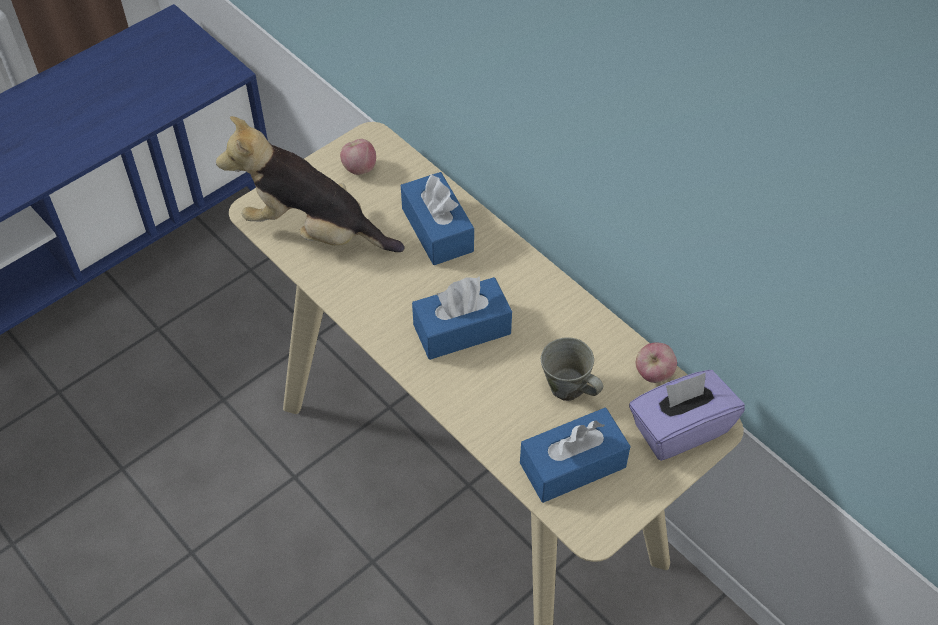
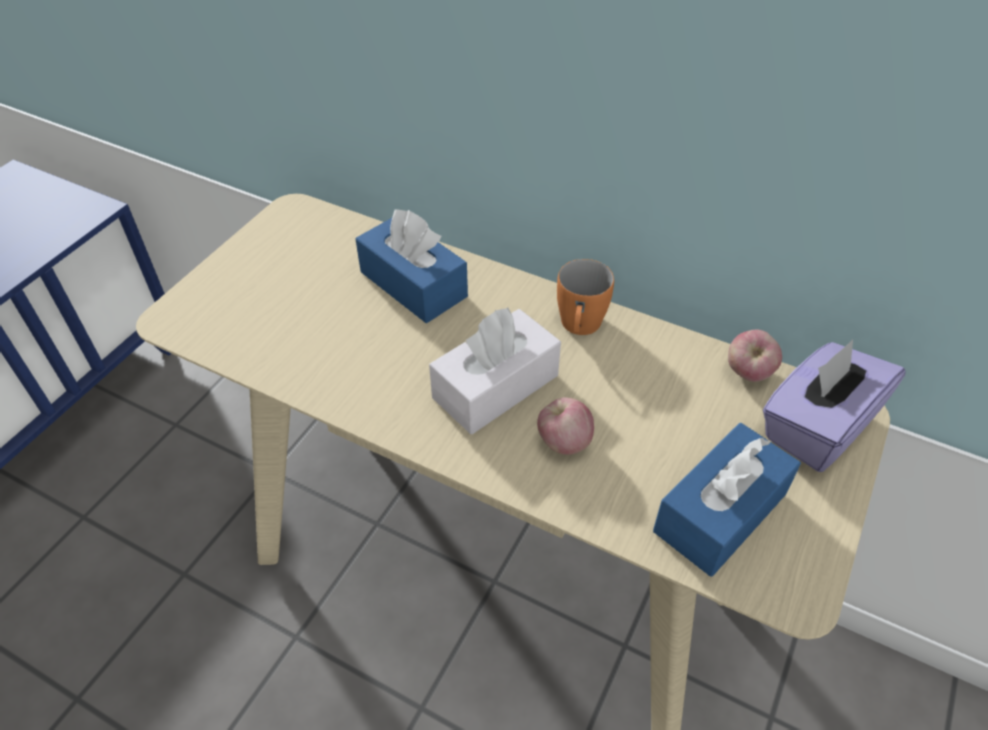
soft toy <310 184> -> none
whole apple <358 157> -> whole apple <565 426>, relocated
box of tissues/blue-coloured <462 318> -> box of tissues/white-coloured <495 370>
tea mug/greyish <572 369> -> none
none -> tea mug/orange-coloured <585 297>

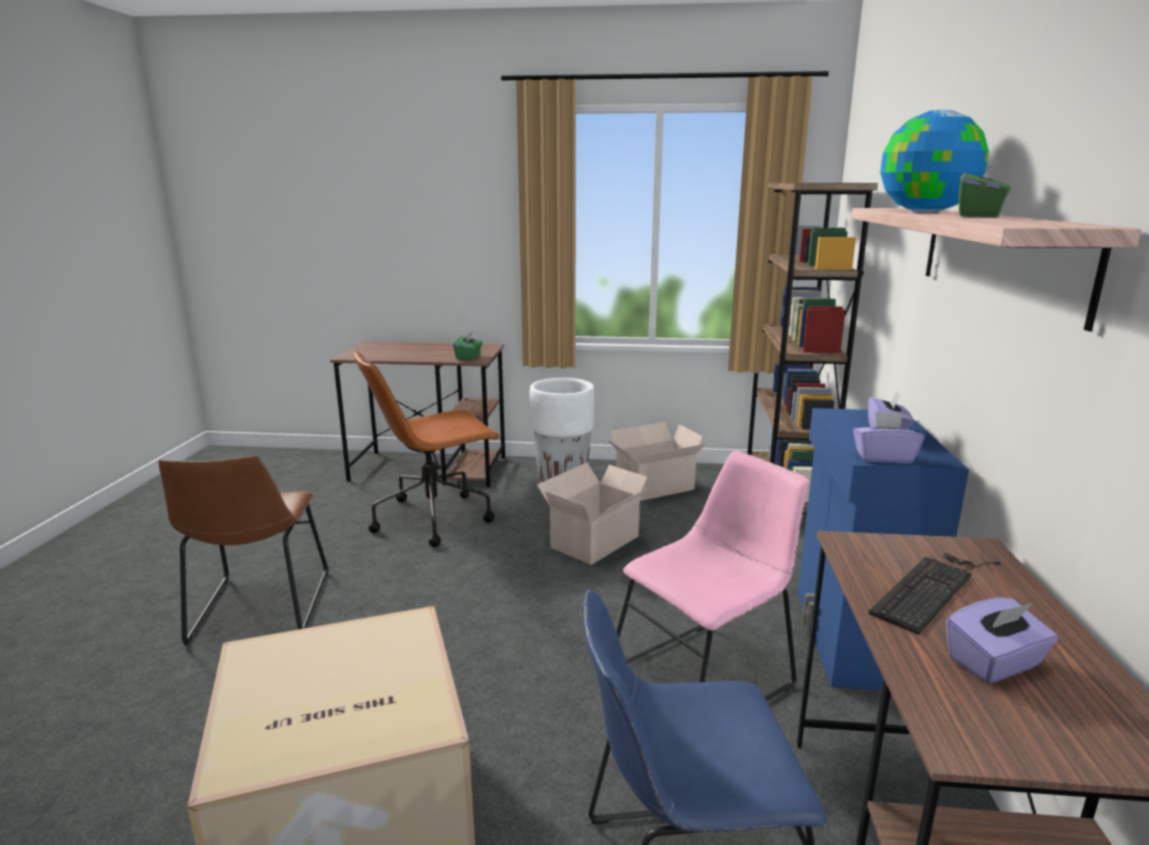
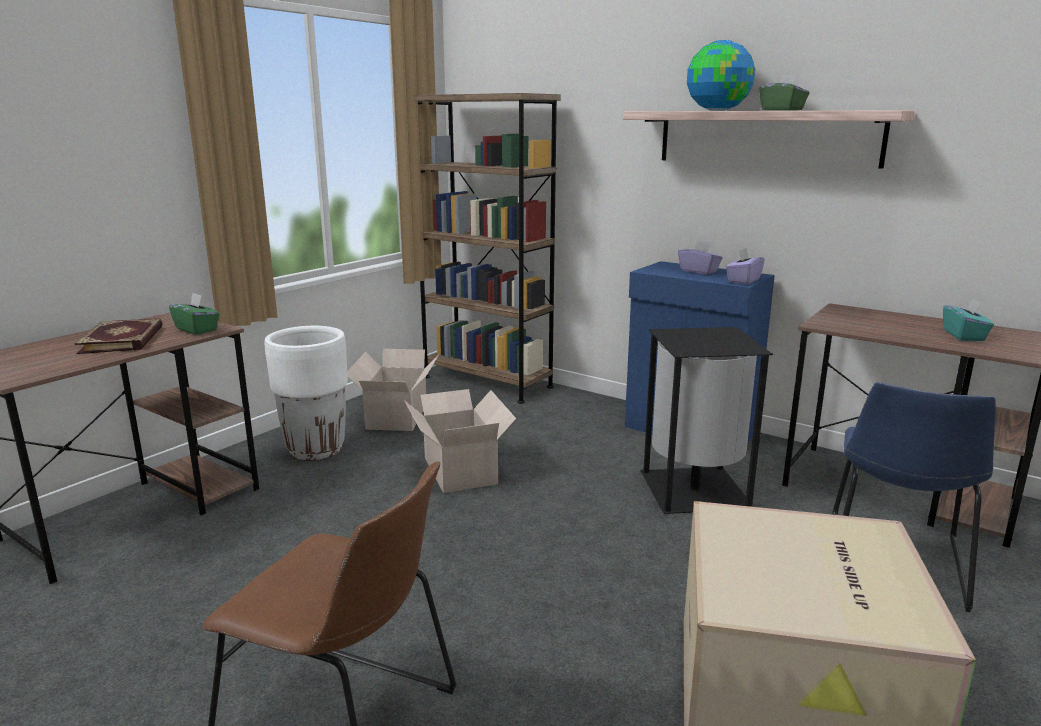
office chair/brown-coloured <427 448> -> none
chair/pink-coloured <712 575> -> trash can/blackish <707 420>
computer keyboard <935 594> -> none
box of tissues/purplish <1002 640> -> box of tissues/blue-green <968 320>
none -> bound book <119 336>

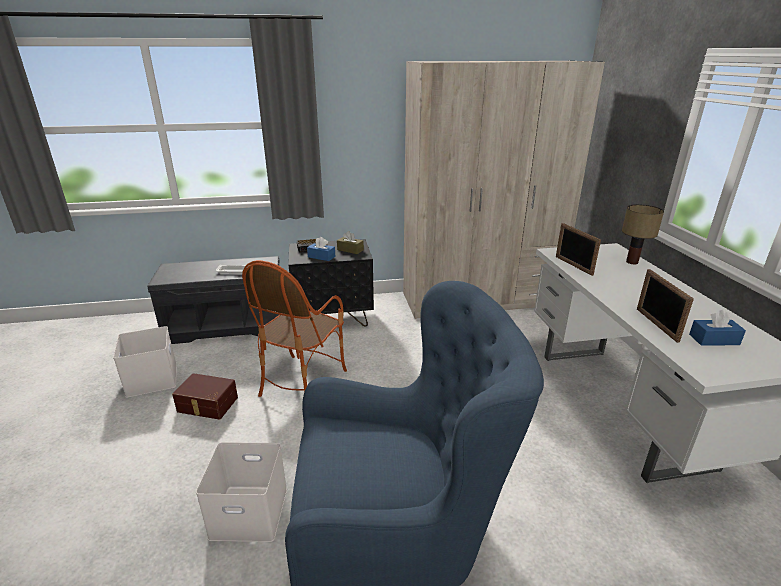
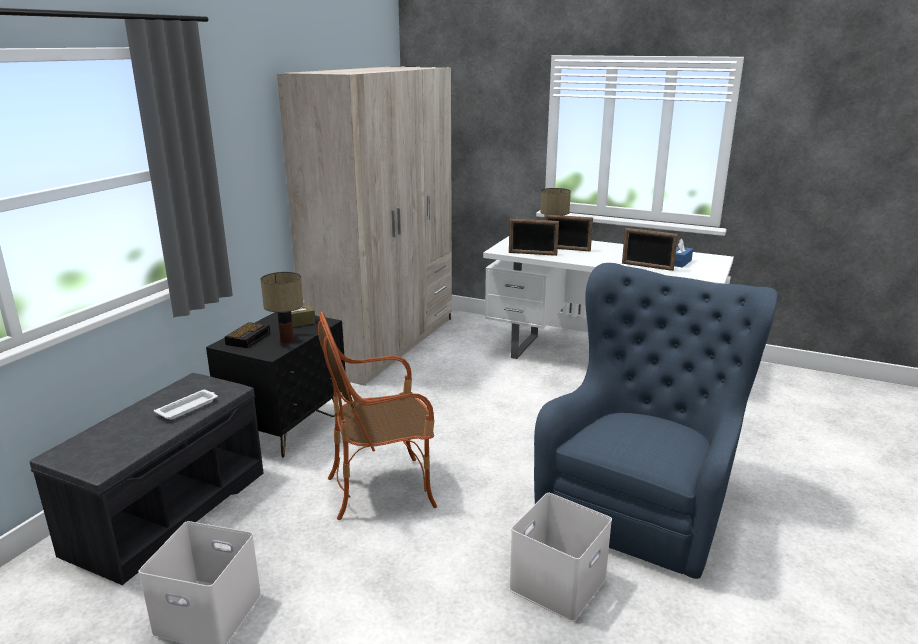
box of tissues/blue-coloured <321 249> -> lamp for a table <281 307>
armchair <294 328> -> armchair <377 416>, 105 degrees clockwise
storage container/brown-coloured <205 396> -> none
none -> standing frame <568 233>

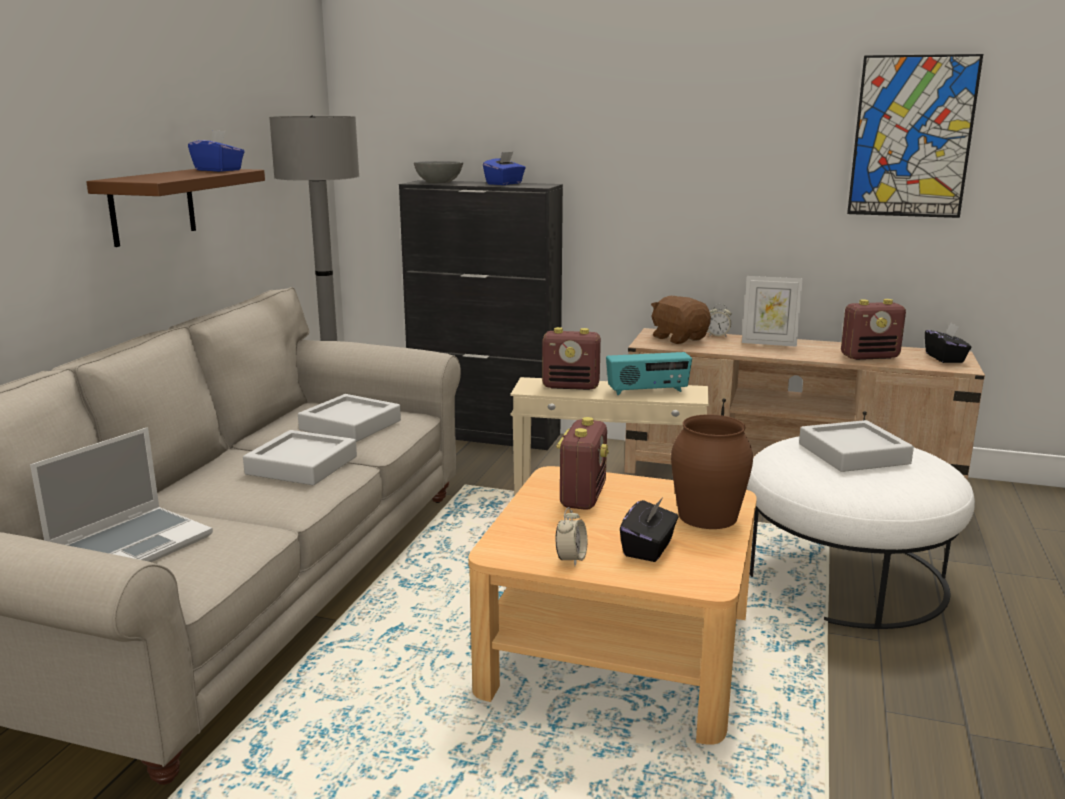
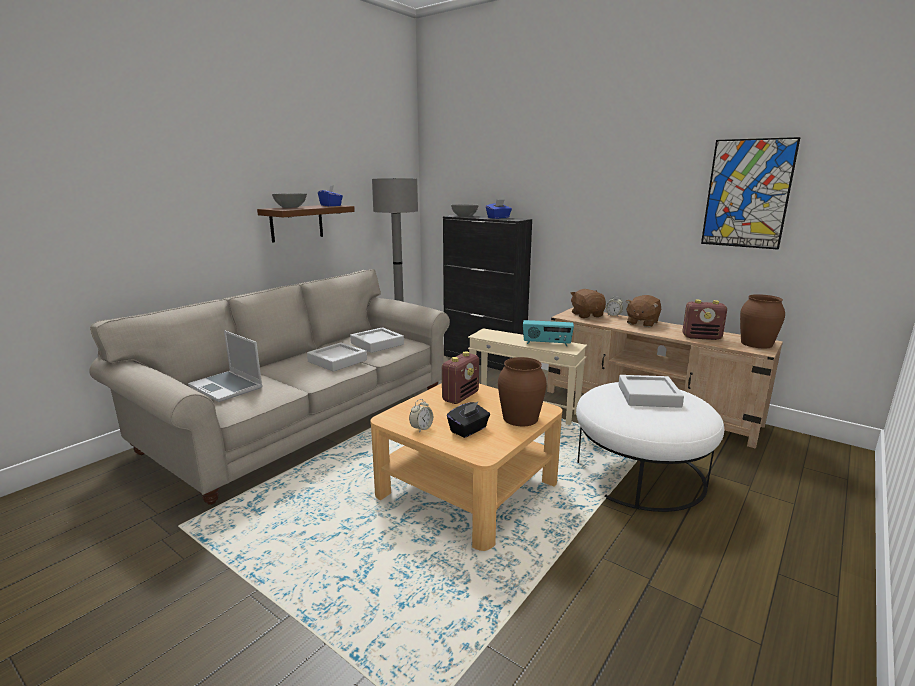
standing frame <772 311> -> soft toy/brown-coloured <643 311>
box of tissues/blackish <948 343> -> vase/brown-coloured <762 321>
radio set <571 358> -> none
notebook computer <121 494> -> notebook computer <225 366>, 75 degrees clockwise
none -> deep dish/greyish <289 200>

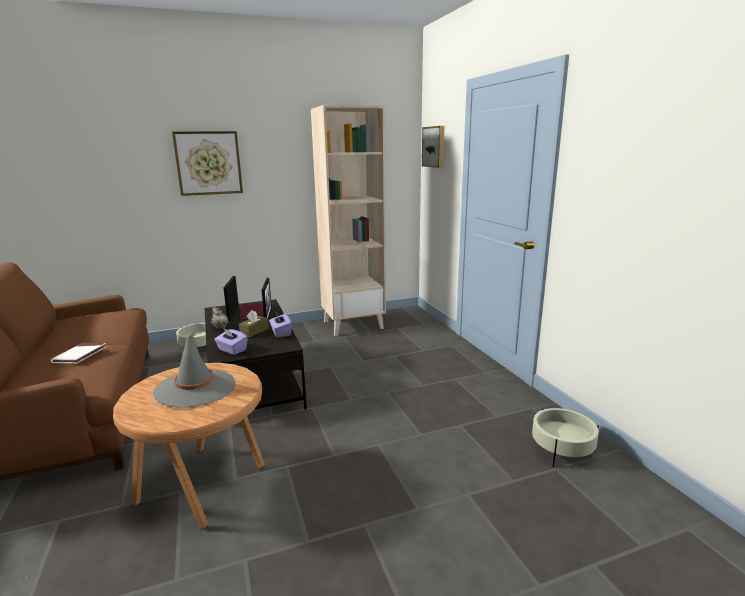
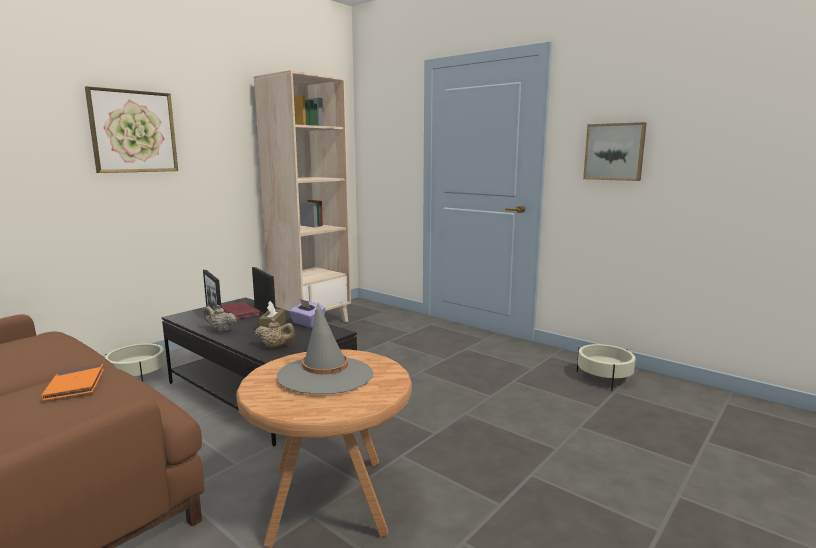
wall picture <433 147> -> wall picture <615 151>, relocated
box of tissues/purplish <231 342> -> tea pot/sand-coloured <275 333>
bound book/white-coloured <78 353> -> bound book/orange-coloured <72 382>

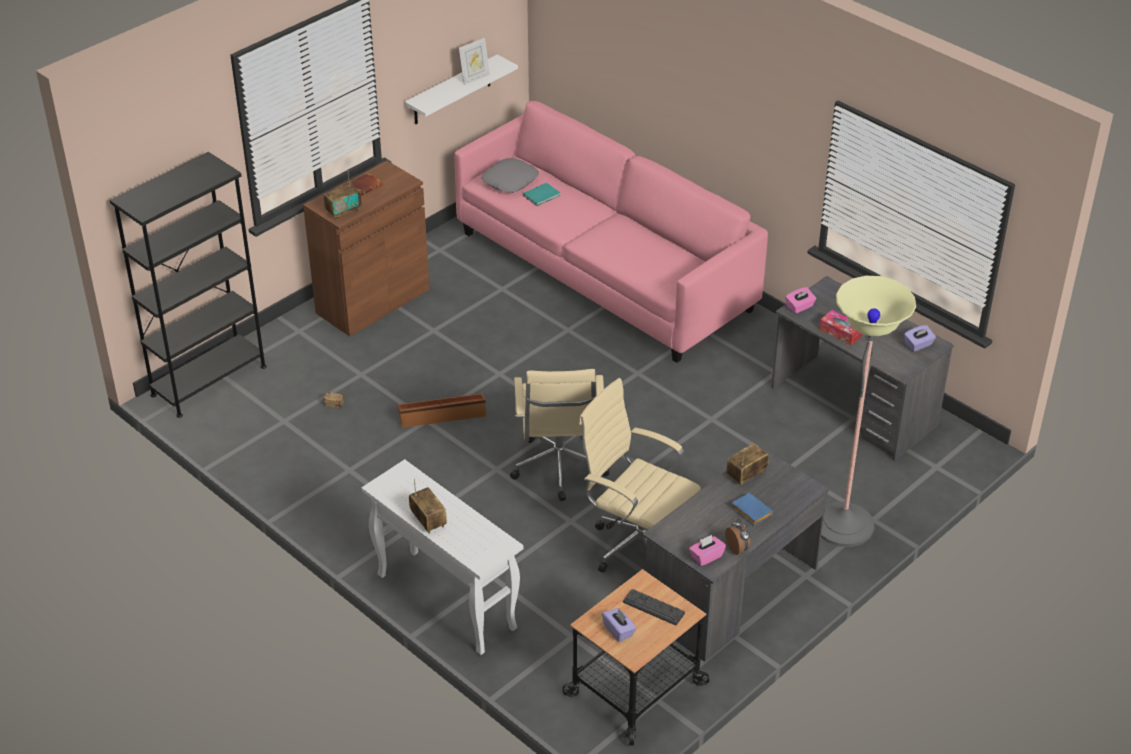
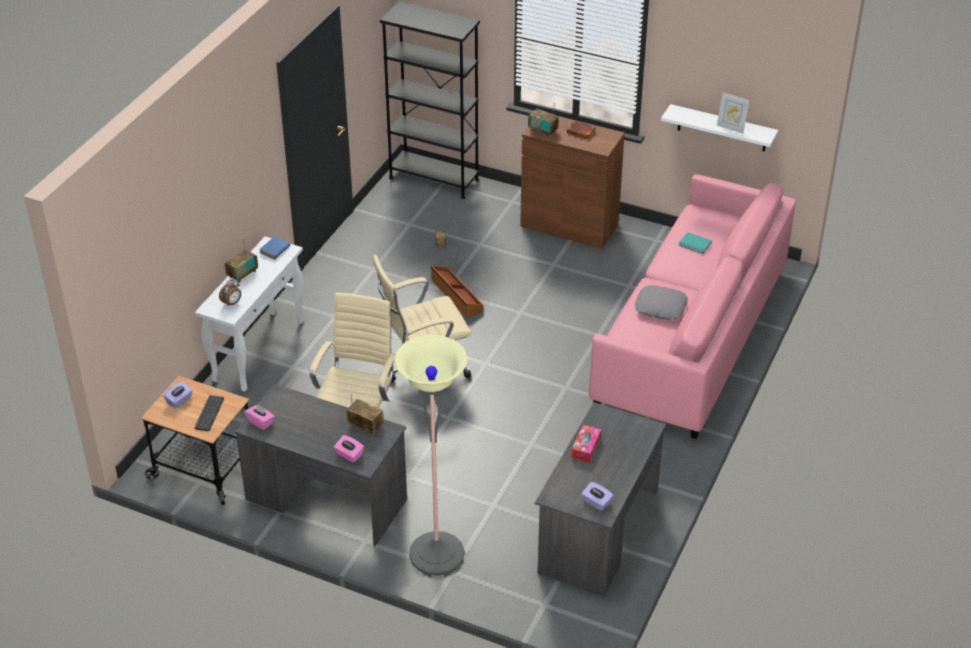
pillow/greyish <510 175> -> pillow/greyish <661 302>, relocated
box of tissues/pink-coloured <800 300> -> box of tissues/pink-coloured <349 449>, relocated
bound book/blue-coloured <752 509> -> bound book/blue-coloured <274 248>, relocated
bedside clock <738 537> -> bedside clock <230 293>, relocated

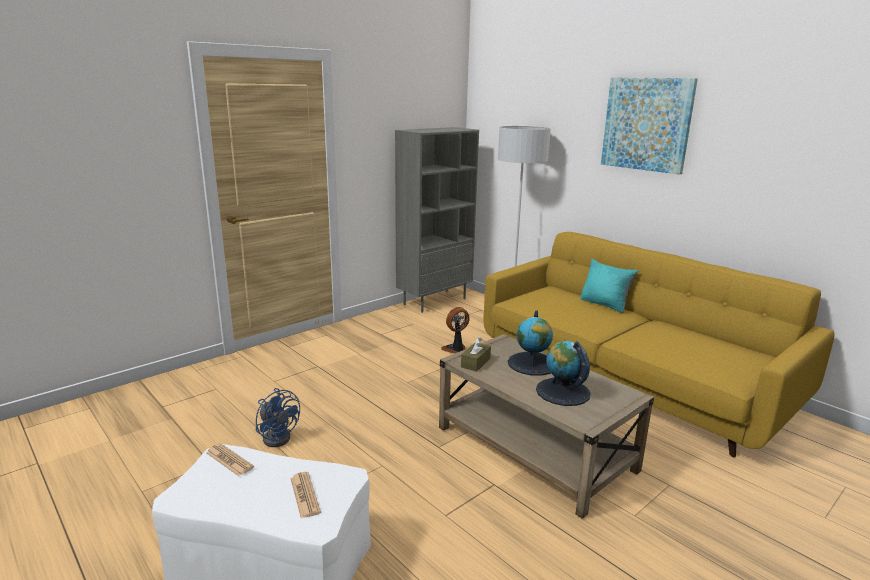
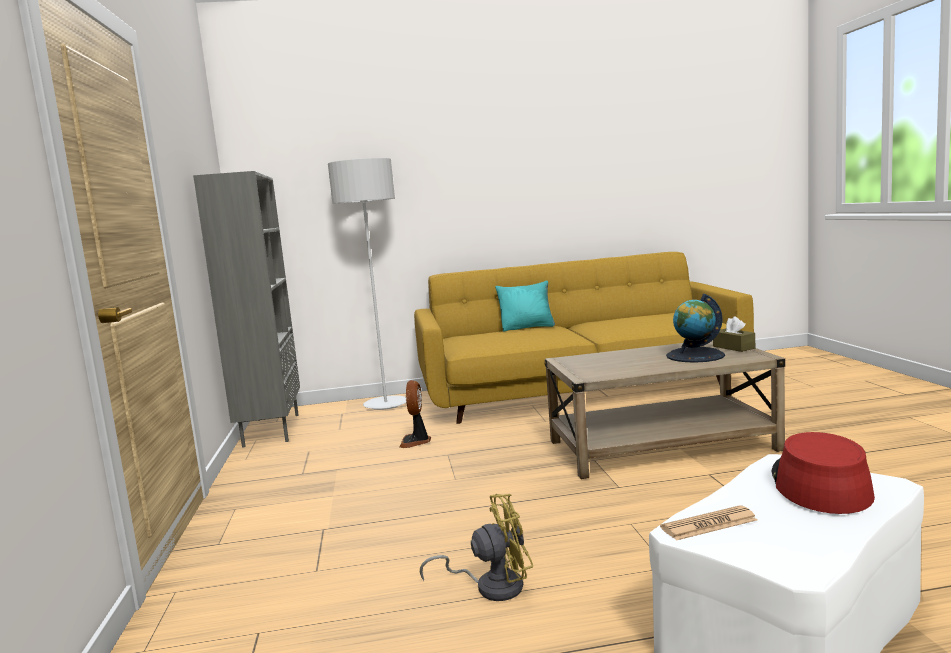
wall picture <649 126> -> none
globe <530 343> -> none
box of tissues/brown-coloured <476 354> -> box of tissues/brown-coloured <734 334>, relocated
fan/blue-coloured <278 417> -> fan/yellowish <476 547>
newspaper <305 495> -> clothing hat/red <823 473>

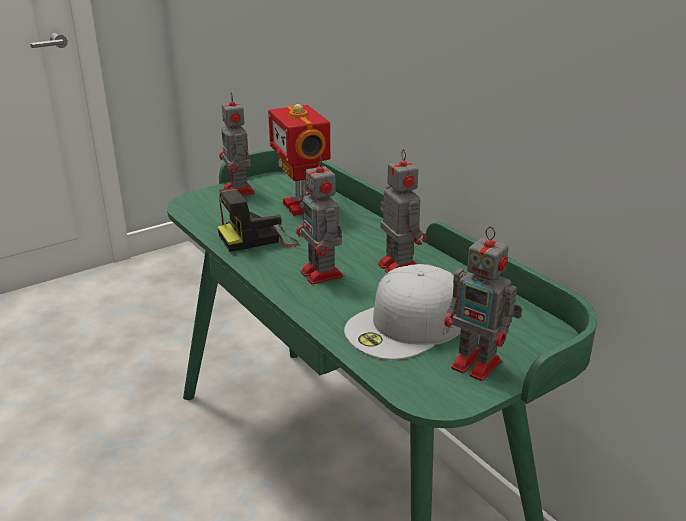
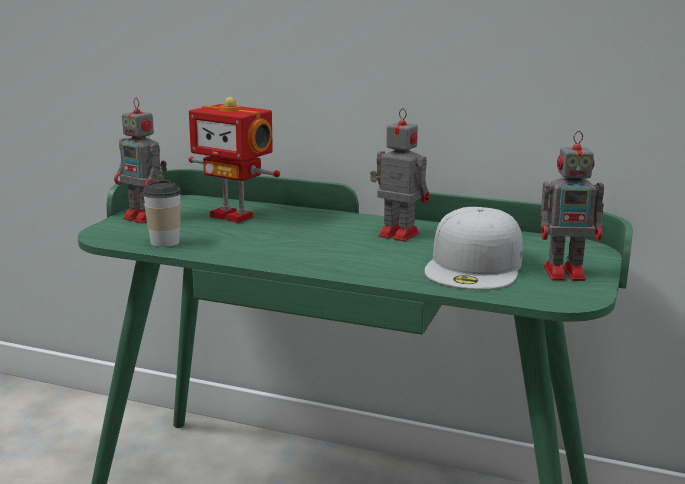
robot figure <319 220> -> none
photo camera <258 220> -> none
none -> cup <162 213>

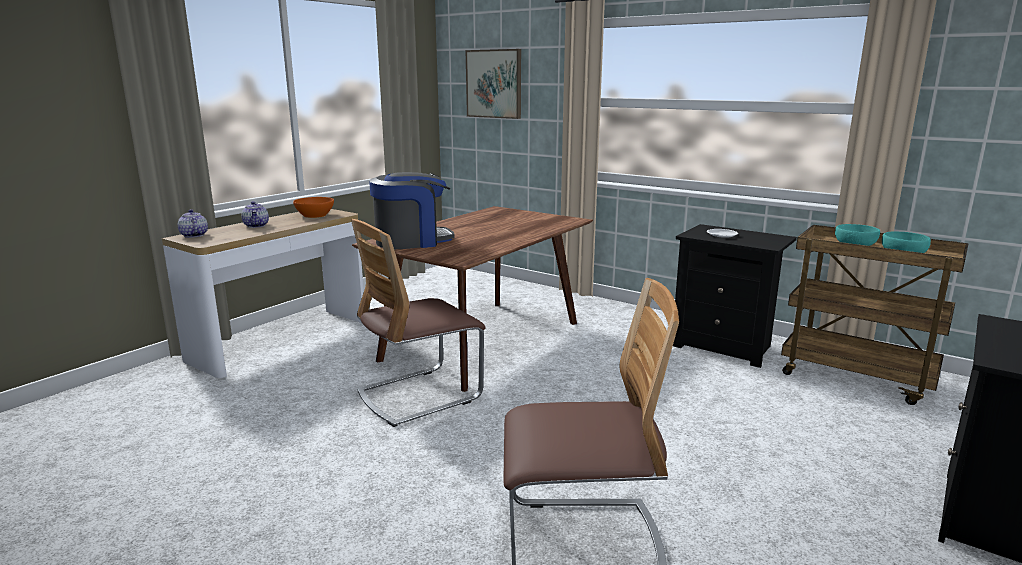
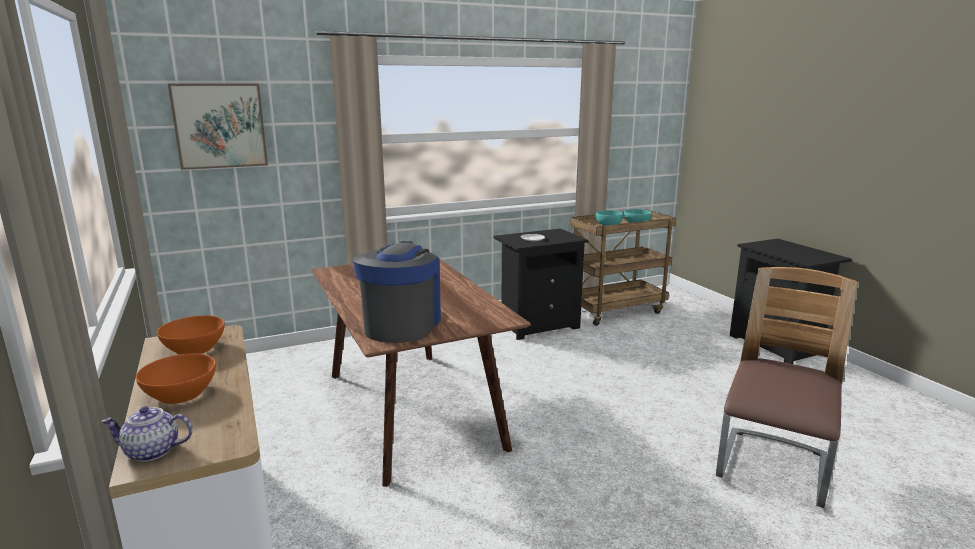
tea pot <255 214> -> deep dish/orange-coloured <176 378>
chair <418 323> -> none

